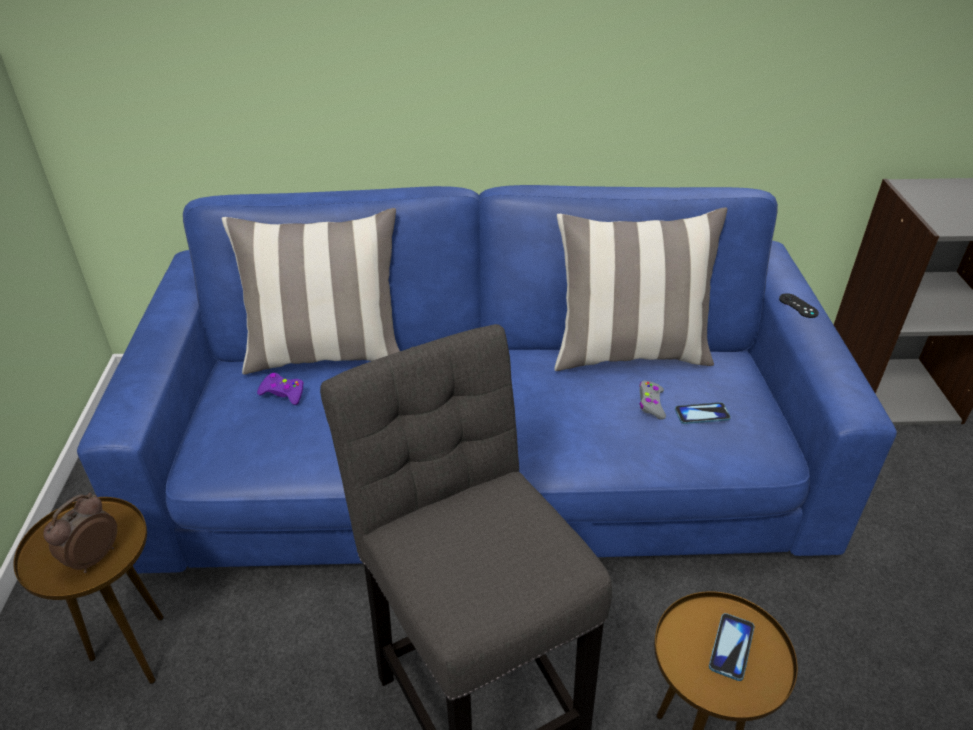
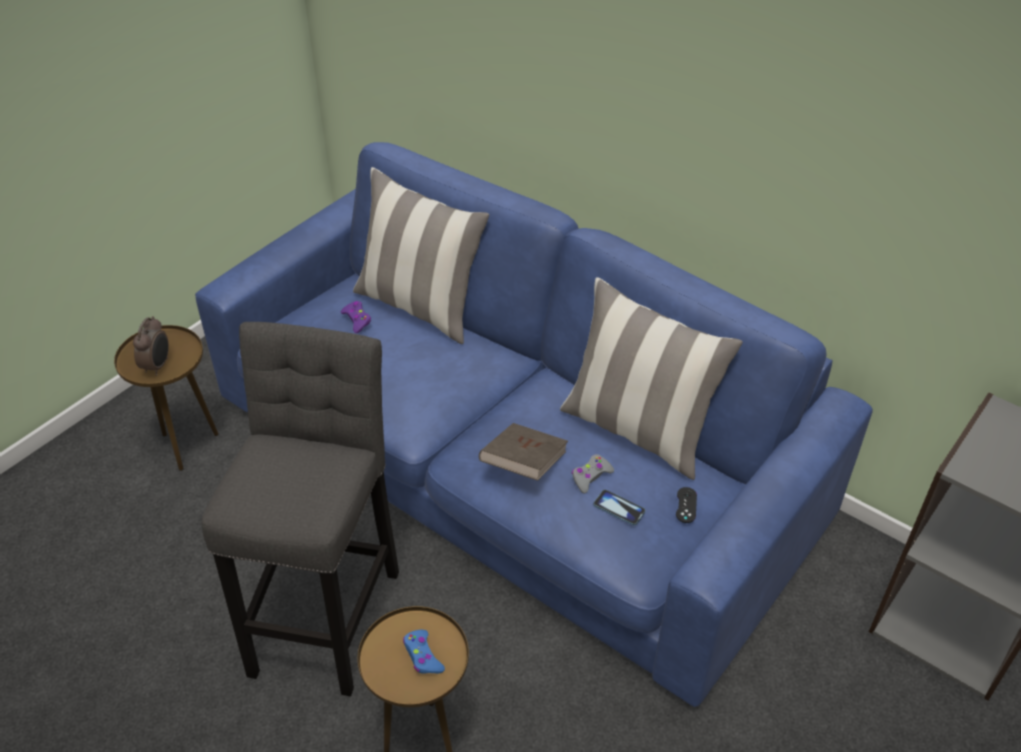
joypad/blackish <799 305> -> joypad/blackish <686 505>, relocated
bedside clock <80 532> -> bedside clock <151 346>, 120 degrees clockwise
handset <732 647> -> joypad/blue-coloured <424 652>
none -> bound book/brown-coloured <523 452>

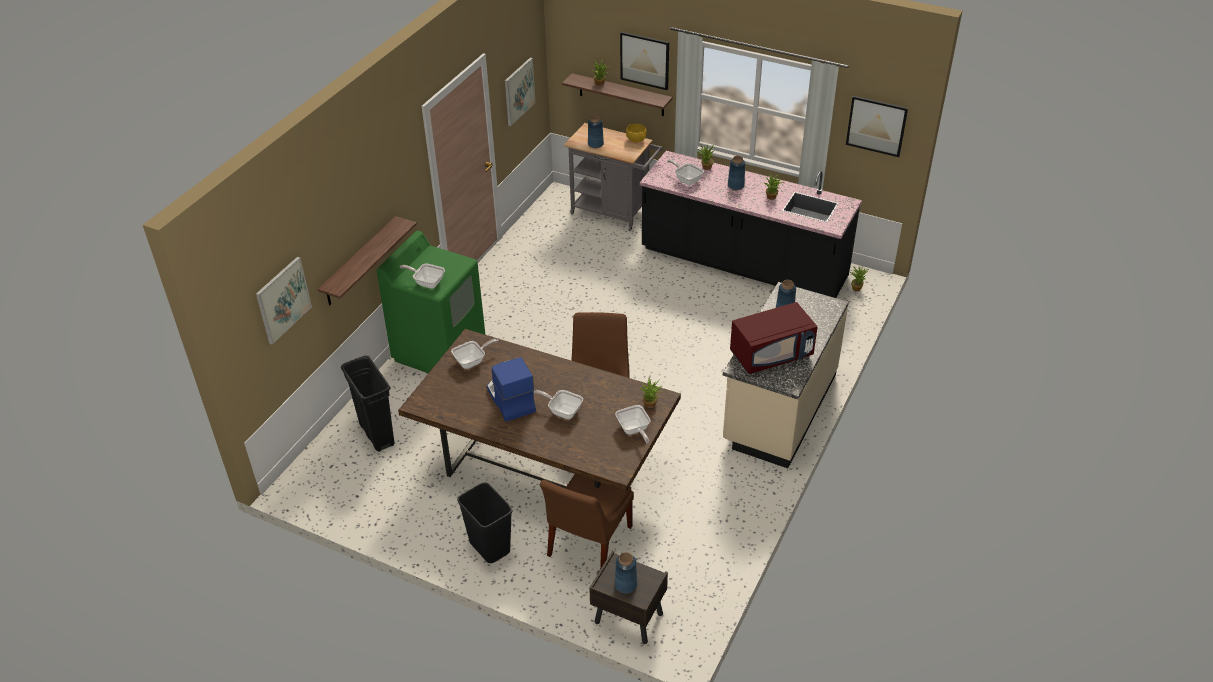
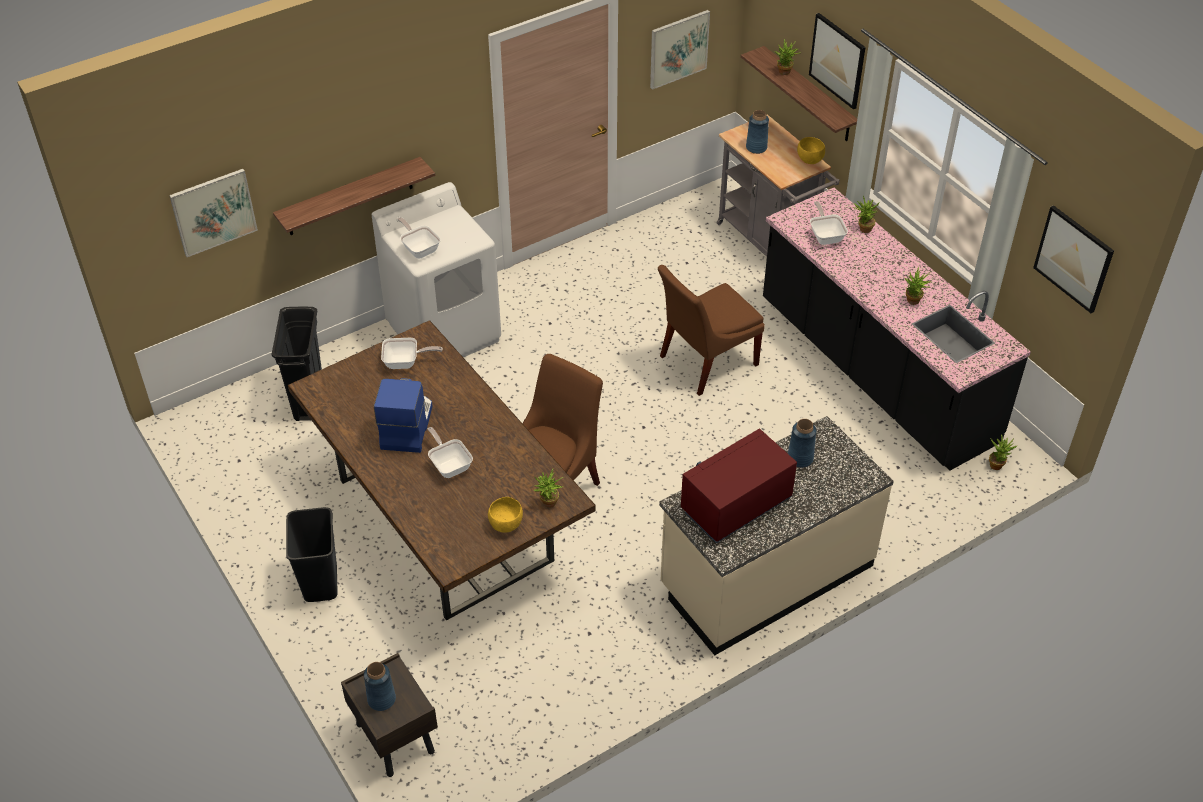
vase/blue-coloured <736 173> -> none
washing machine/green-coloured <431 302> -> washing machine/white-coloured <436 269>
microwave oven/red <774 338> -> microwave oven/red <739 485>, 135 degrees clockwise
frying pan <633 424> -> deep dish/yellowish <505 514>
chair/brown-coloured <587 522> -> chair/brown-coloured <711 330>, relocated

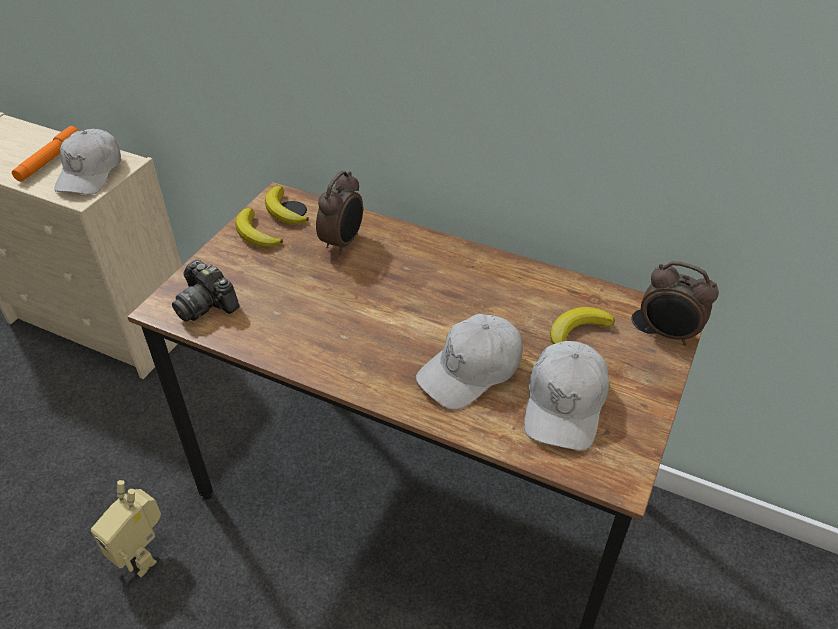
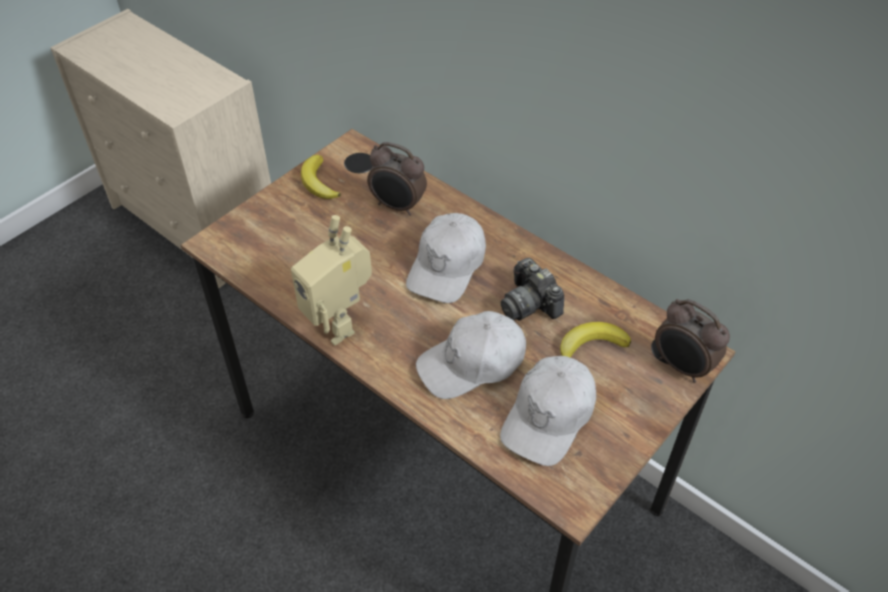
flashlight/orange-coloured <45 154> -> none
cap/white-coloured <87 162> -> cap/white-coloured <446 258>, relocated
bedside clock <339 213> -> bedside clock <397 179>, 75 degrees clockwise
banana fruit <287 205> -> none
photo camera <205 290> -> photo camera <532 289>, relocated
robot figure <126 528> -> robot figure <331 280>, relocated

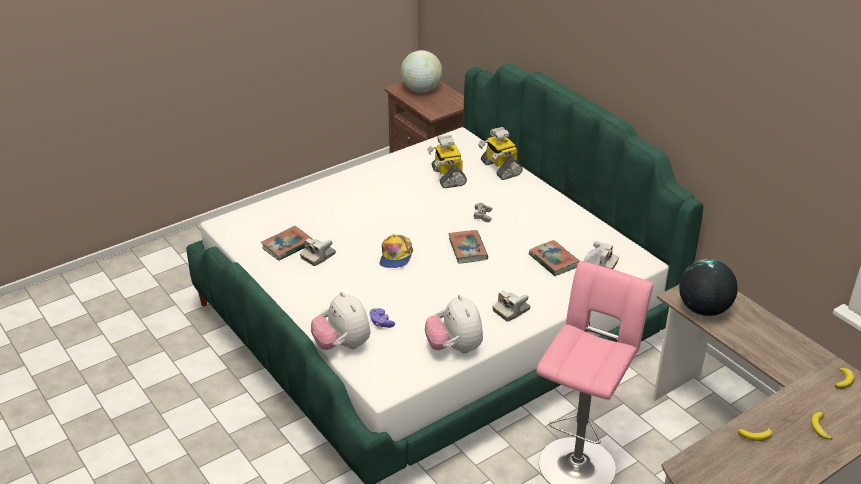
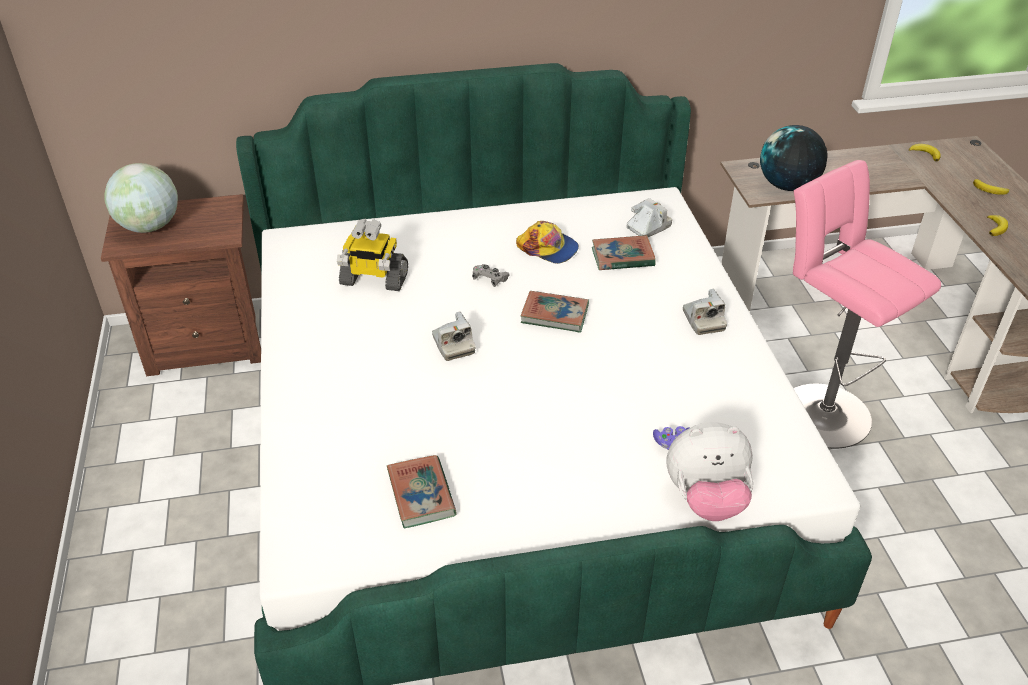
robot figure <500 153> -> none
cap <396 251> -> cap <547 242>, relocated
photo camera <318 252> -> photo camera <454 336>, relocated
soft toy <454 324> -> none

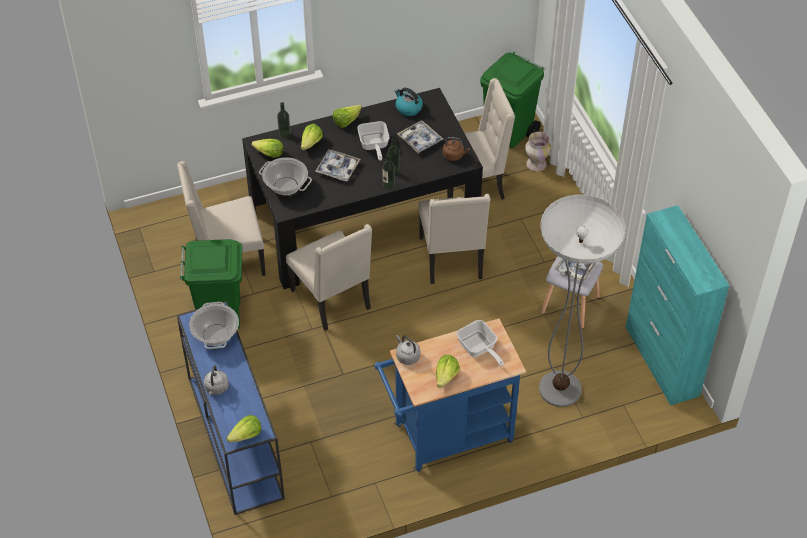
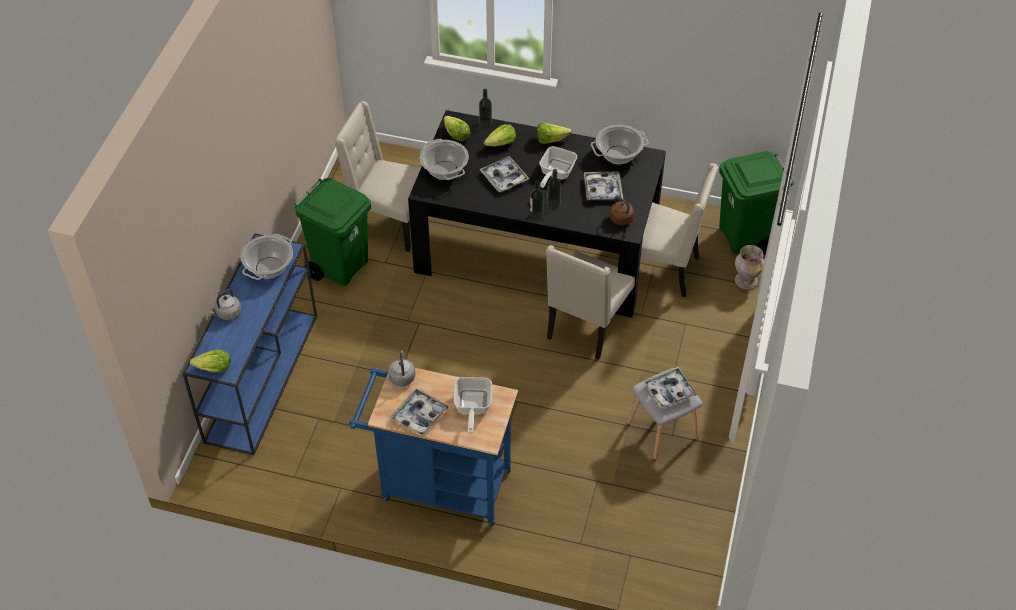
tea kettle <408 102> -> stockpot <620 144>
standing lamp <582 301> -> none
cabinet/blue-green <677 305> -> none
chair/sand-coloured <329 277> -> none
lettuce <448 371> -> tray <419 412>

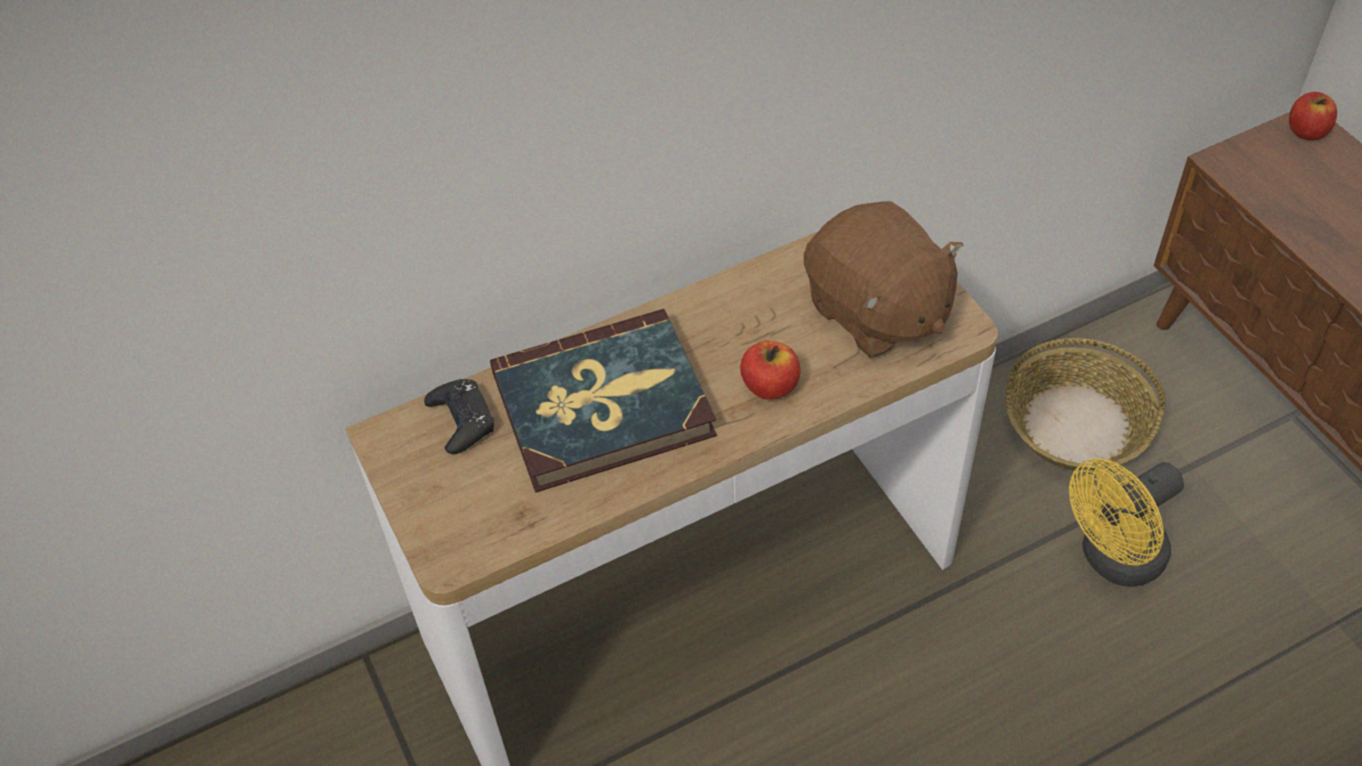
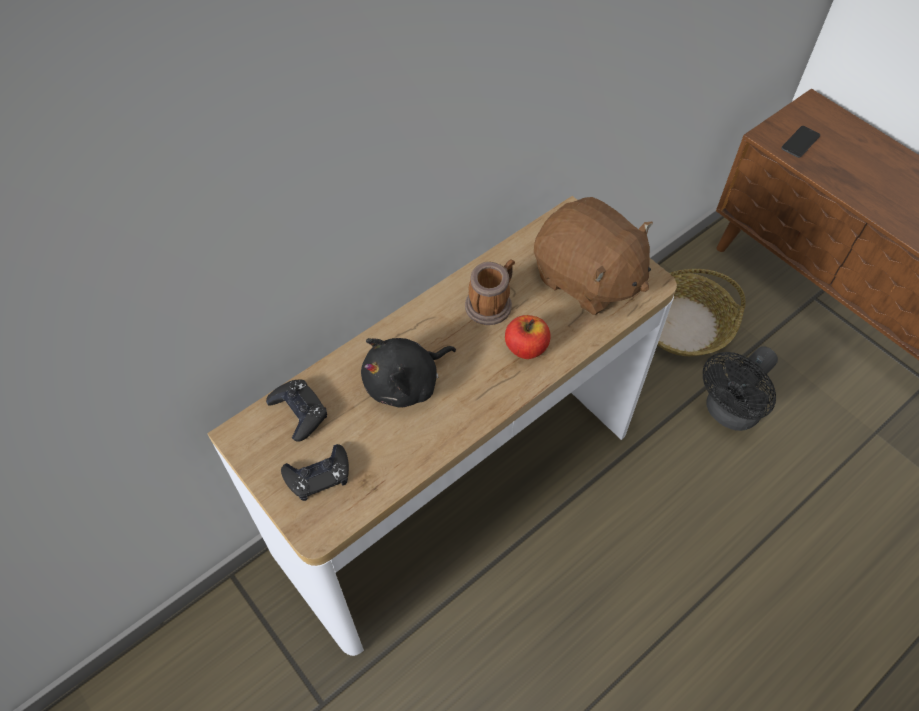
whole apple <1313 116> -> none
bound book <603 401> -> soft toy/blackish <408 373>
fan/yellowish <1126 523> -> fan/blackish <740 388>
none -> handset <800 142>
none -> tea mug <490 292>
none -> joypad/blackish <315 472>

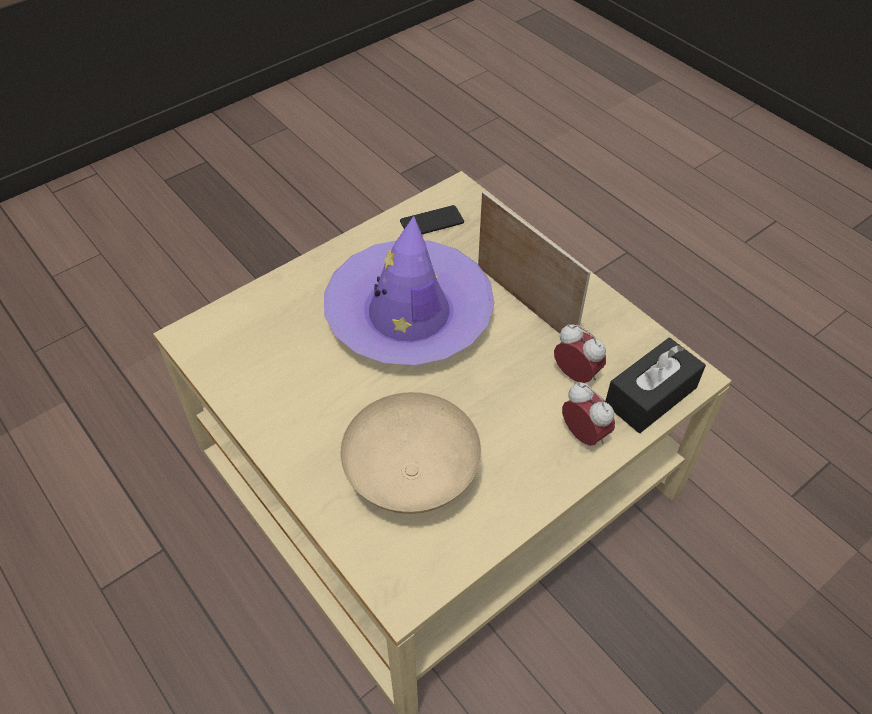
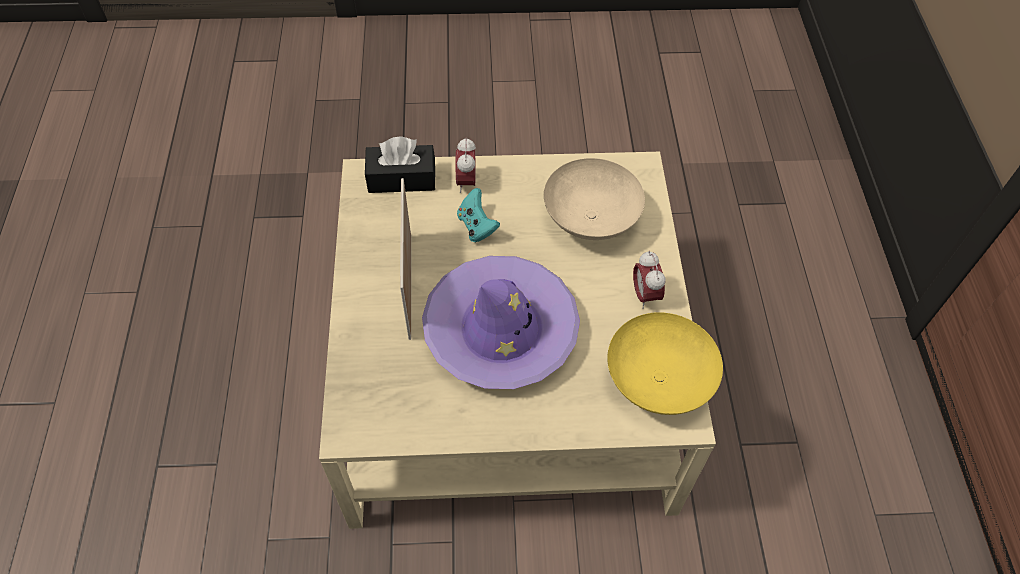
handset <432 219> -> none
bedside clock <580 353> -> bedside clock <649 280>, relocated
none -> joypad/blue-green <478 215>
none -> deep dish/yellowish <665 363>

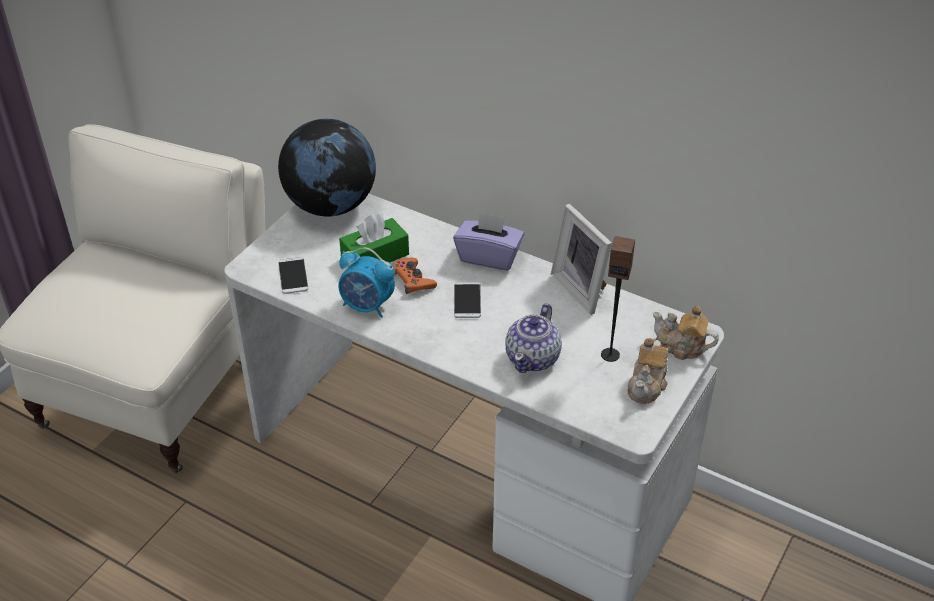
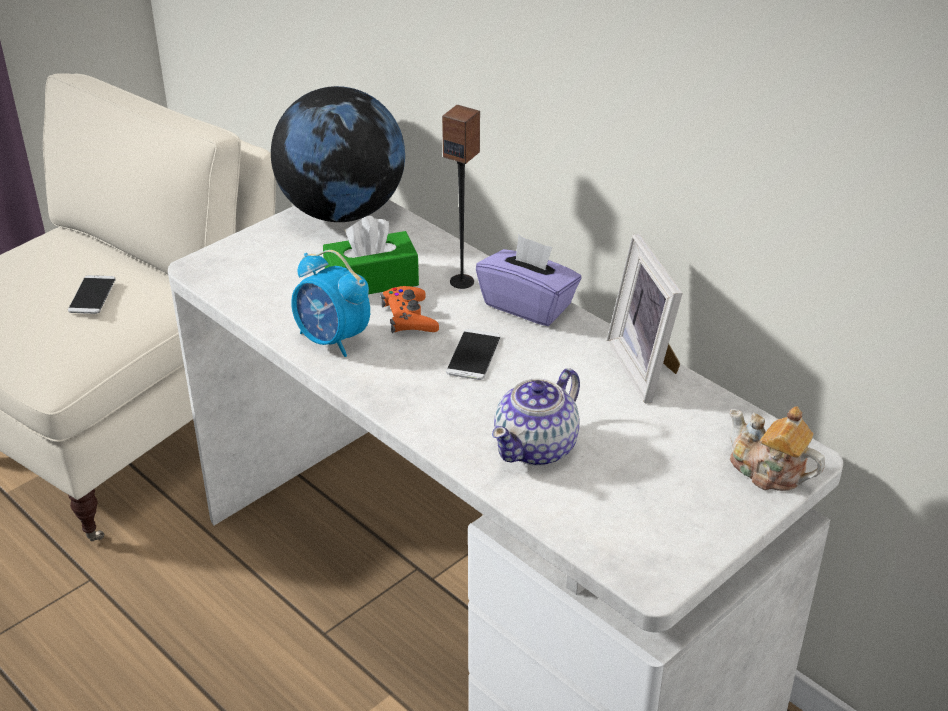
audio speaker <618 299> -> audio speaker <461 197>, relocated
handset <293 275> -> handset <92 294>, relocated
tea pot <648 371> -> none

